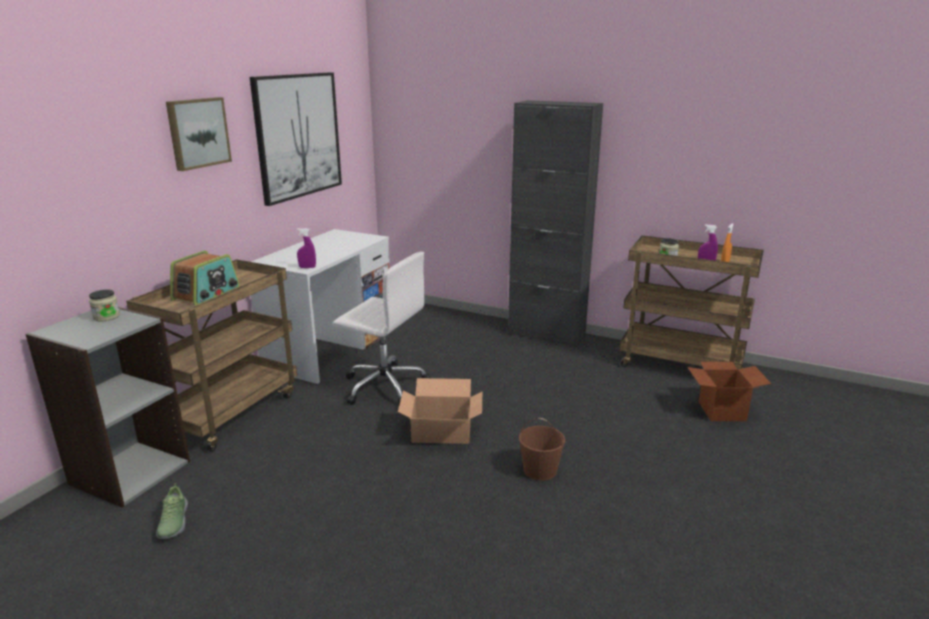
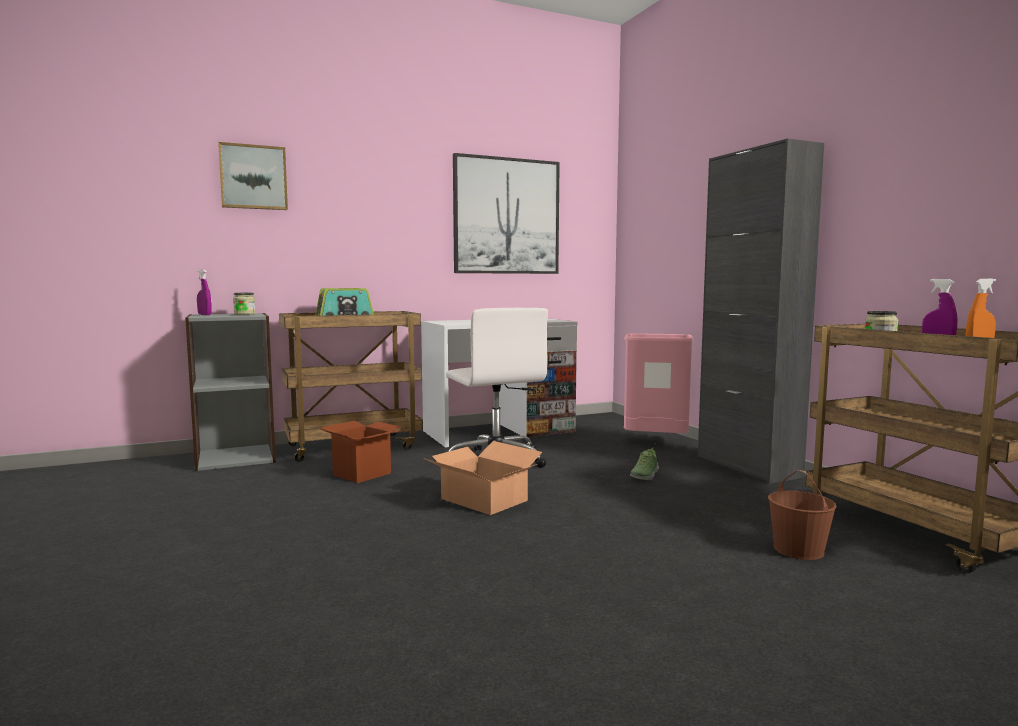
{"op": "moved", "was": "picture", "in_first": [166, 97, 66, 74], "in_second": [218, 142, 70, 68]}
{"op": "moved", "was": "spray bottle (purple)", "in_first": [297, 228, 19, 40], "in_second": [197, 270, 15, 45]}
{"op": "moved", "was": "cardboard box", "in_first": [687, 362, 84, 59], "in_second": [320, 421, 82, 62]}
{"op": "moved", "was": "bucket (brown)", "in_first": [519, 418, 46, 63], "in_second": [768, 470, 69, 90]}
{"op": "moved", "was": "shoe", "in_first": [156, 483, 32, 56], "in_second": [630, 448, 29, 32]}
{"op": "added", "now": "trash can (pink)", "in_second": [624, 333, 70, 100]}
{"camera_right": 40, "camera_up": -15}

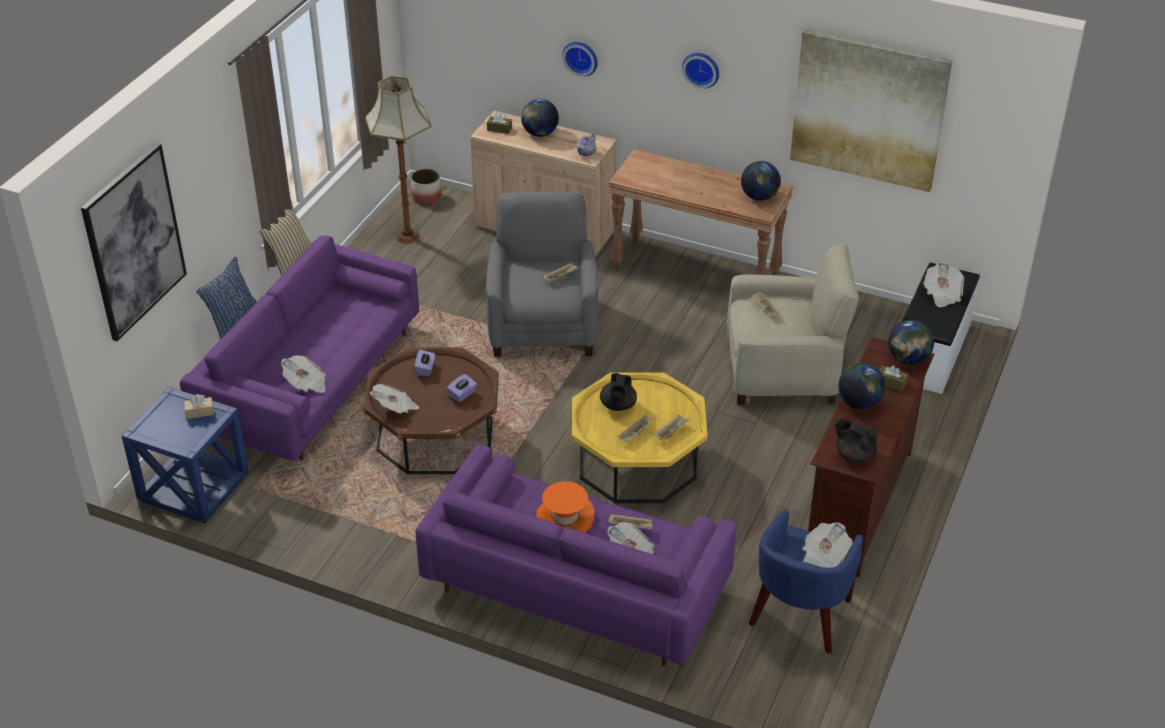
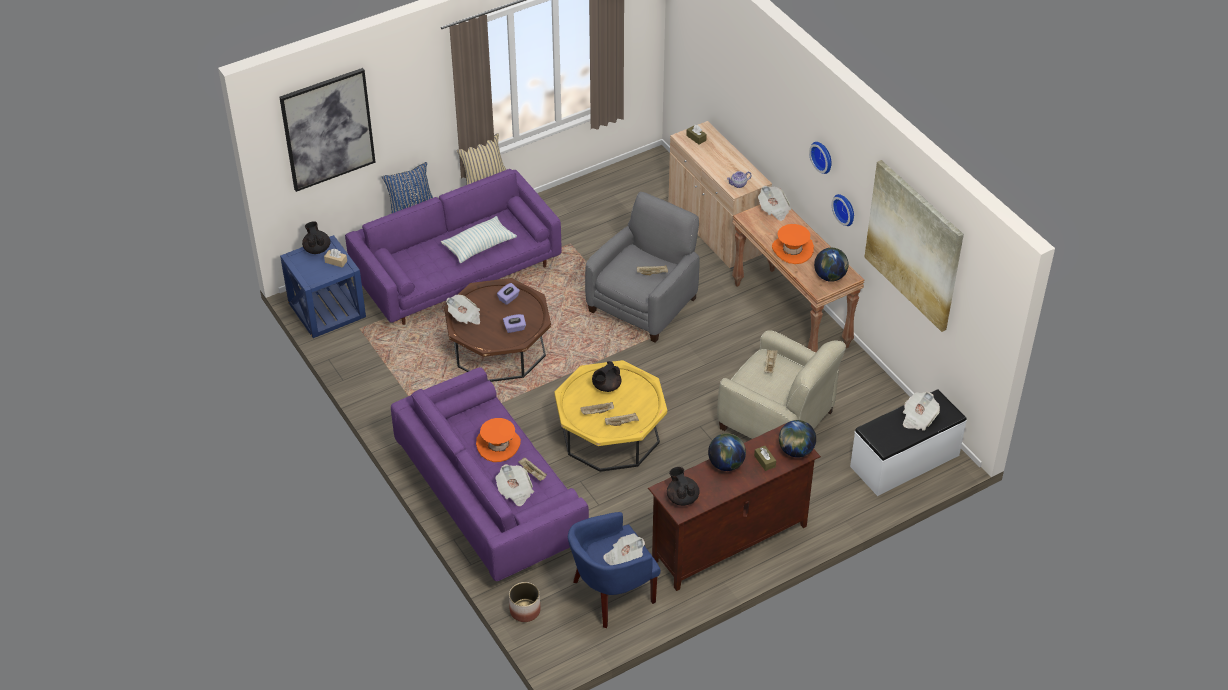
{"op": "moved", "was": "wall clock", "in_first": [562, 42, 36, 35], "in_second": [832, 194, 22, 32]}
{"op": "removed", "was": "floor lamp", "in_first": [365, 76, 67, 167]}
{"op": "removed", "was": "globe", "in_first": [521, 99, 38, 38]}
{"op": "moved", "was": "planter", "in_first": [411, 169, 30, 36], "in_second": [509, 582, 32, 40]}
{"op": "moved", "was": "newspaper", "in_first": [281, 355, 45, 38], "in_second": [758, 186, 33, 35]}
{"op": "added", "now": "pillow", "in_second": [441, 216, 76, 47]}
{"op": "added", "now": "teapot (black)", "in_second": [302, 221, 28, 33]}
{"op": "added", "now": "hat (orange)", "in_second": [772, 224, 42, 40]}
{"camera_right": 35, "camera_up": 5}

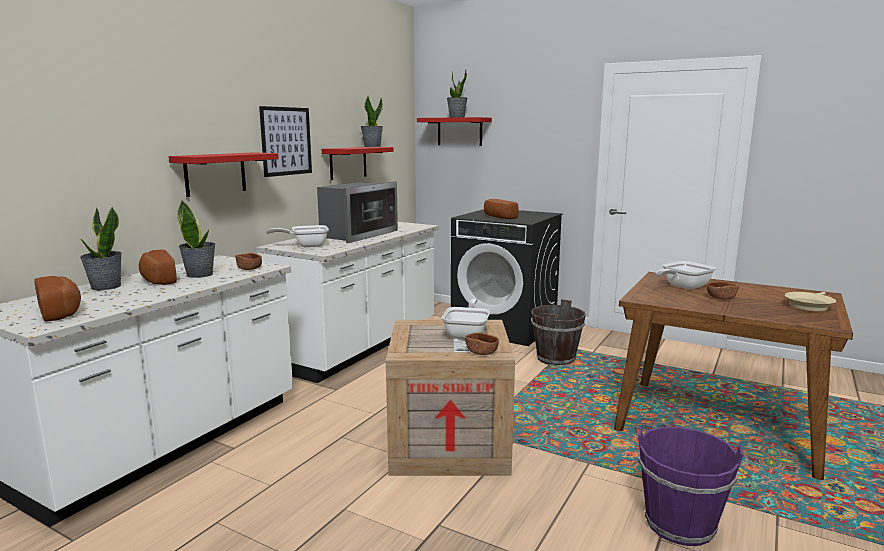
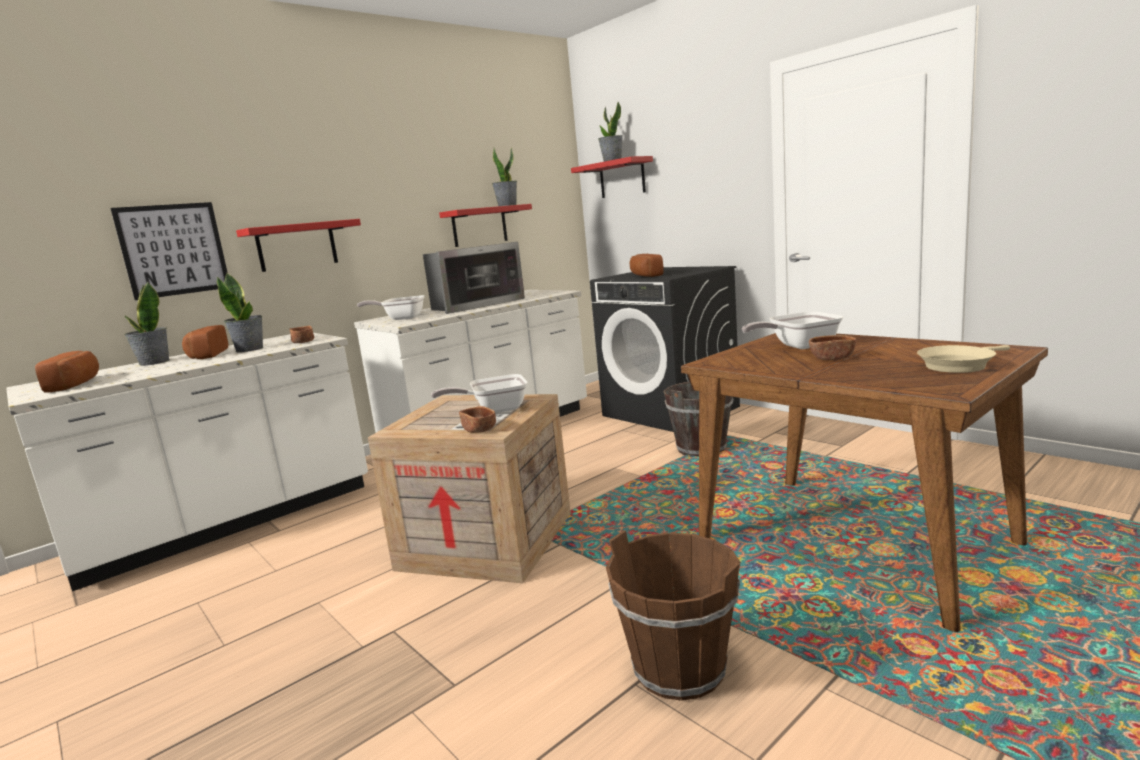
{"op": "moved", "was": "picture", "in_first": [259, 106, 53, 71], "in_second": [110, 202, 118, 98]}
{"op": "turned", "was": "frying pan", "in_first": [442, 299, 48, 40], "in_second": [431, 374, 96, 39], "clockwise": -135}
{"op": "recoloured", "was": "bucket (purple)", "now": "bucket (brown)", "in_first": [638, 427, 106, 119], "in_second": [606, 530, 134, 171]}
{"camera_right": 20, "camera_up": 0}

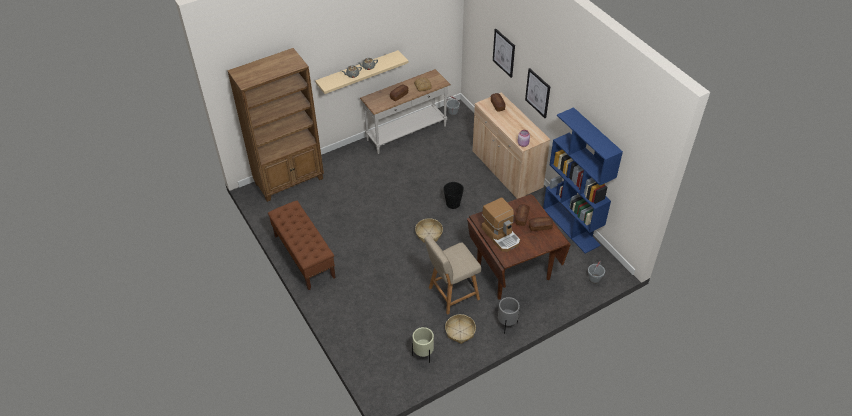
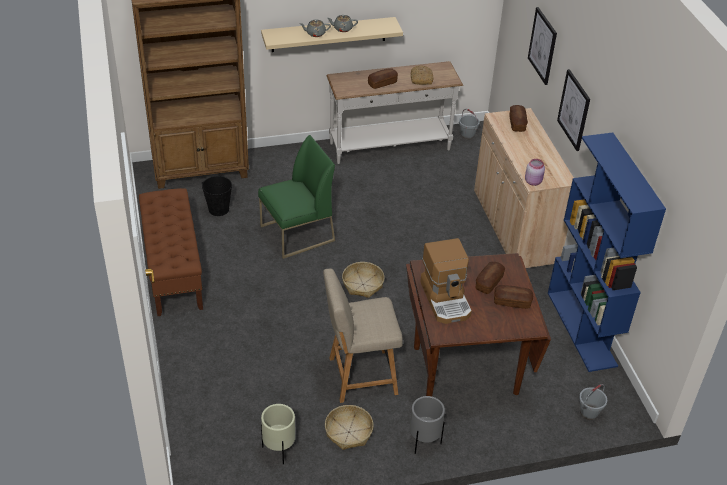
{"op": "moved", "was": "bucket (black)", "in_first": [443, 182, 21, 27], "in_second": [202, 176, 30, 40]}
{"op": "added", "now": "chair (green)", "in_second": [258, 135, 77, 124]}
{"camera_right": 15, "camera_up": -5}

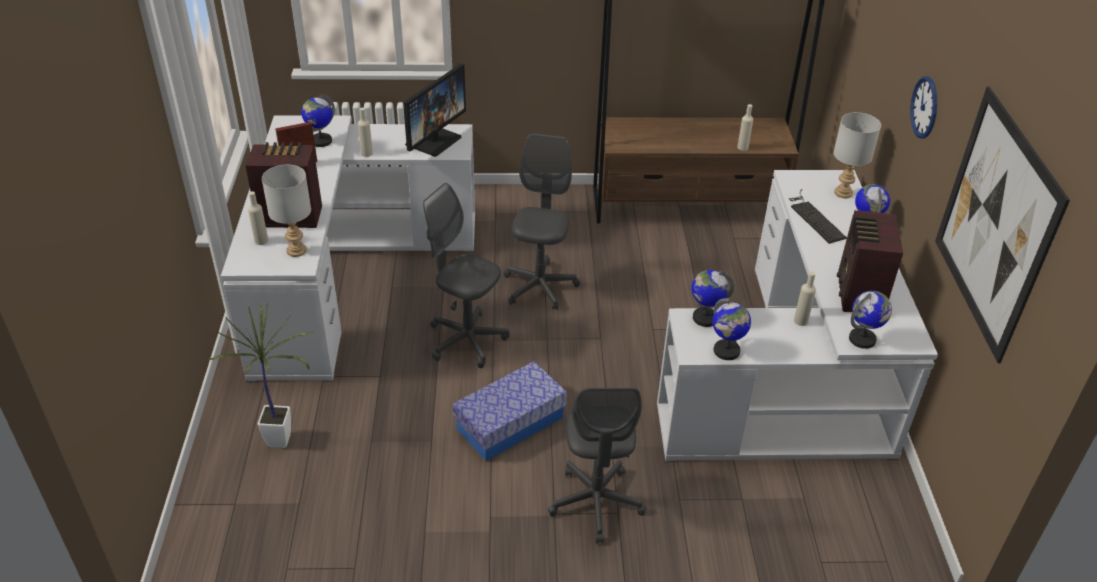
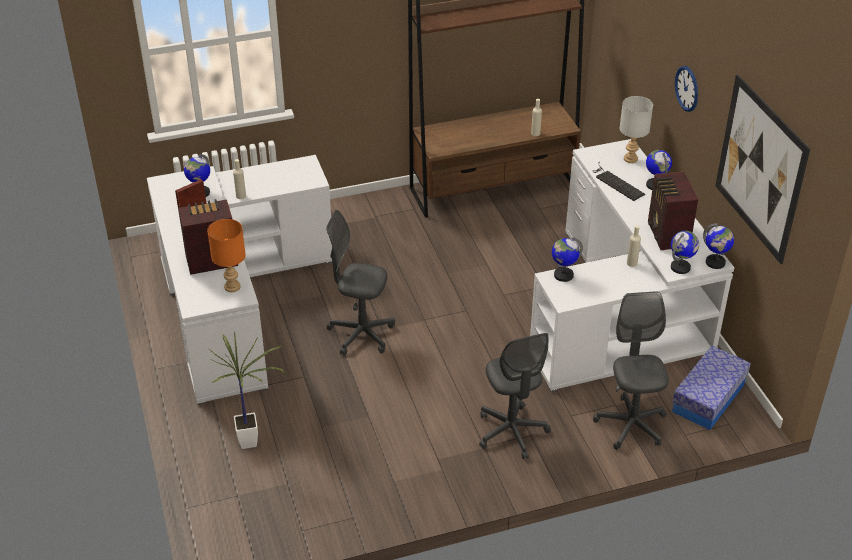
{"op": "removed", "was": "monitor", "in_first": [403, 63, 63, 94]}
{"op": "moved", "was": "office chair (grey)", "in_first": [504, 133, 76, 177], "in_second": [593, 291, 76, 159]}
{"op": "recoloured", "was": "table lamp (grey)", "now": "table lamp (orange)", "in_first": [262, 165, 49, 92], "in_second": [207, 219, 39, 73]}
{"op": "removed", "was": "bottle (beige)", "in_first": [248, 191, 20, 54]}
{"op": "moved", "was": "globe", "in_first": [712, 298, 39, 62], "in_second": [703, 223, 31, 46]}
{"op": "moved", "was": "storage box", "in_first": [453, 361, 114, 100], "in_second": [672, 346, 79, 84]}
{"camera_right": -15, "camera_up": 0}

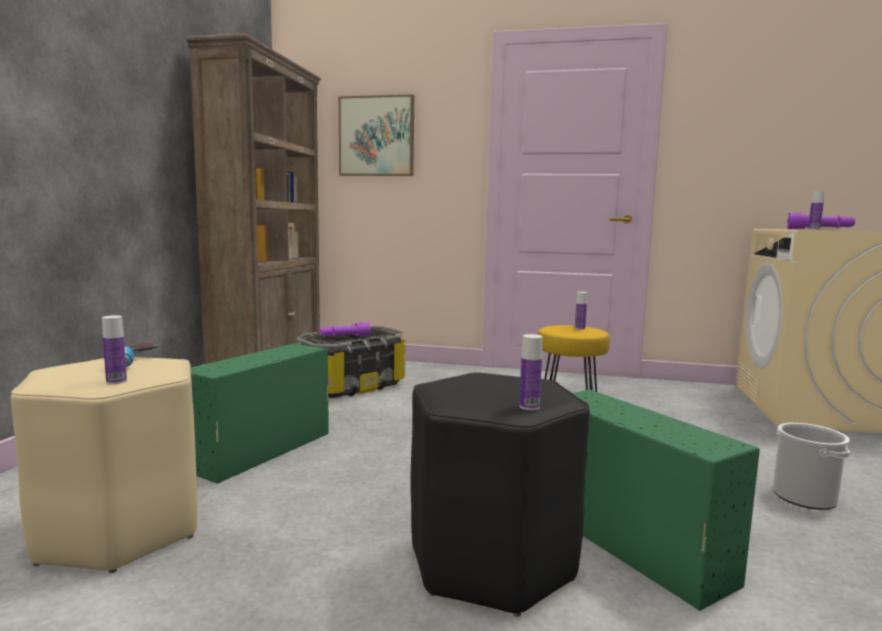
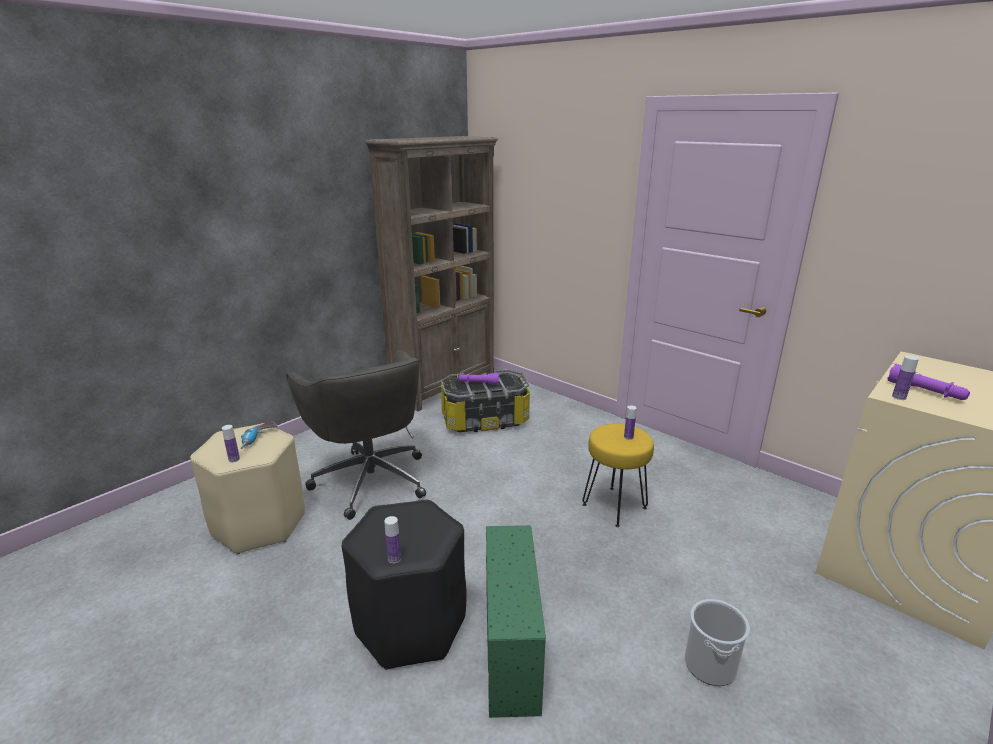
{"op": "removed", "was": "picture", "in_first": [338, 94, 76, 82]}
{"op": "replaced", "was": "storage box (green)", "now": "office chair (grey)", "in_first": [191, 343, 138, 141], "in_second": [286, 350, 140, 170]}
{"camera_right": 30, "camera_up": 15}

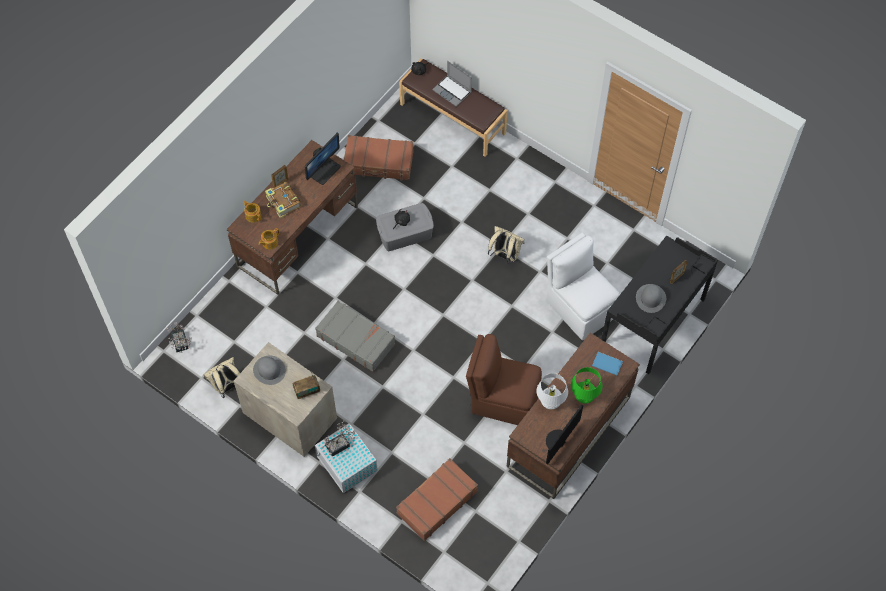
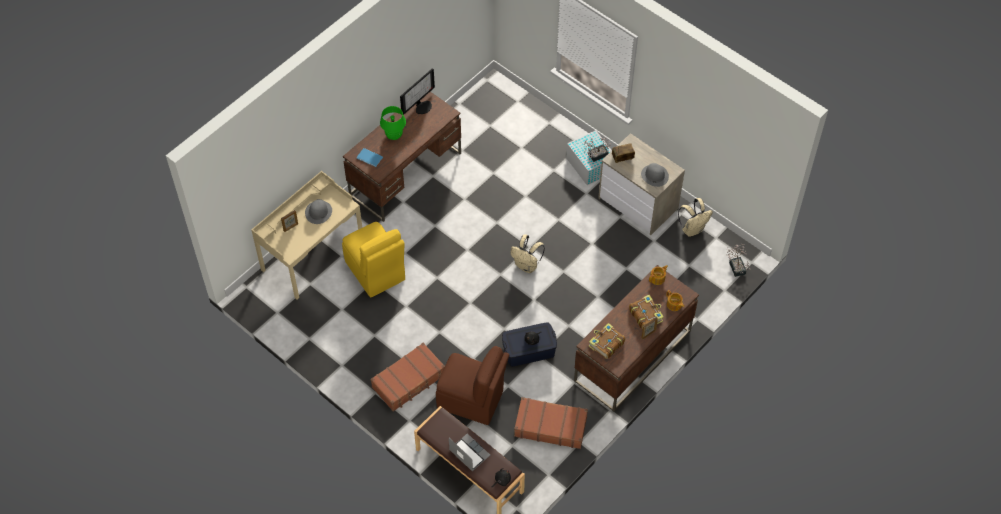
{"op": "replaced", "was": "monitor", "now": "book", "in_first": [305, 133, 36, 52], "in_second": [589, 323, 37, 36]}
{"op": "recoloured", "was": "storage box (grey)", "now": "storage box (blue)", "in_first": [376, 203, 58, 48], "in_second": [502, 322, 55, 45]}
{"op": "moved", "was": "backpack (beige)", "in_first": [488, 226, 36, 38], "in_second": [510, 234, 35, 39]}
{"op": "recoloured", "was": "chair (white)", "now": "chair (yellow)", "in_first": [546, 233, 74, 107], "in_second": [342, 222, 63, 75]}
{"op": "recoloured", "was": "desk (black)", "now": "desk (beige)", "in_first": [601, 235, 117, 139], "in_second": [252, 171, 110, 128]}
{"op": "removed", "was": "suitcase (grey)", "in_first": [315, 301, 80, 71]}
{"op": "moved", "was": "chair (brown)", "in_first": [466, 334, 76, 91], "in_second": [436, 346, 73, 79]}
{"op": "removed", "was": "table lamp (white)", "in_first": [537, 373, 31, 36]}
{"op": "moved", "was": "suitcase (brown)", "in_first": [396, 458, 82, 83], "in_second": [371, 343, 74, 69]}
{"camera_right": -175, "camera_up": -5}

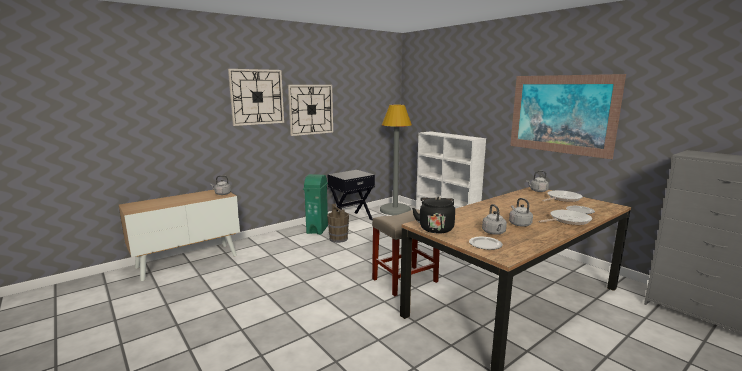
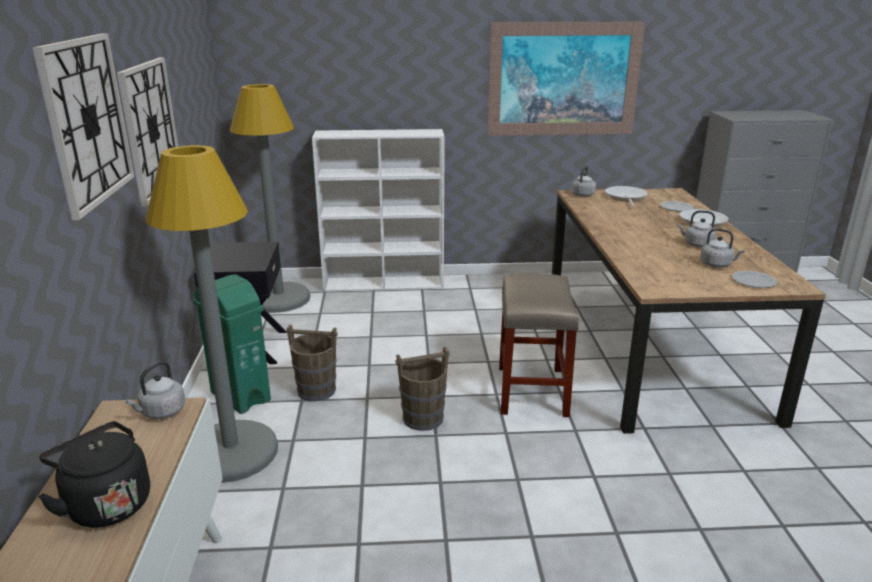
{"op": "moved", "was": "kettle (black)", "in_first": [412, 197, 43, 37], "in_second": [38, 421, 112, 107]}
{"op": "added", "now": "floor lamp (grey)", "in_second": [146, 145, 132, 338]}
{"op": "added", "now": "bucket (brown)", "in_second": [395, 347, 55, 84]}
{"camera_right": -55, "camera_up": 10}

